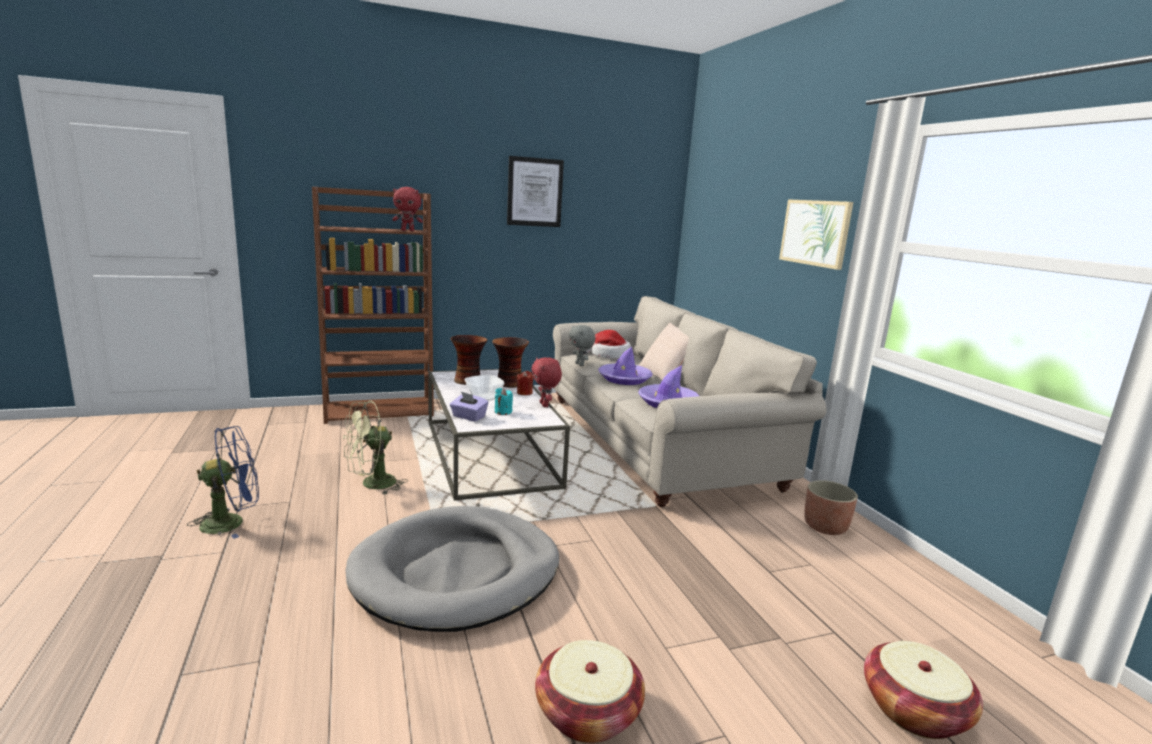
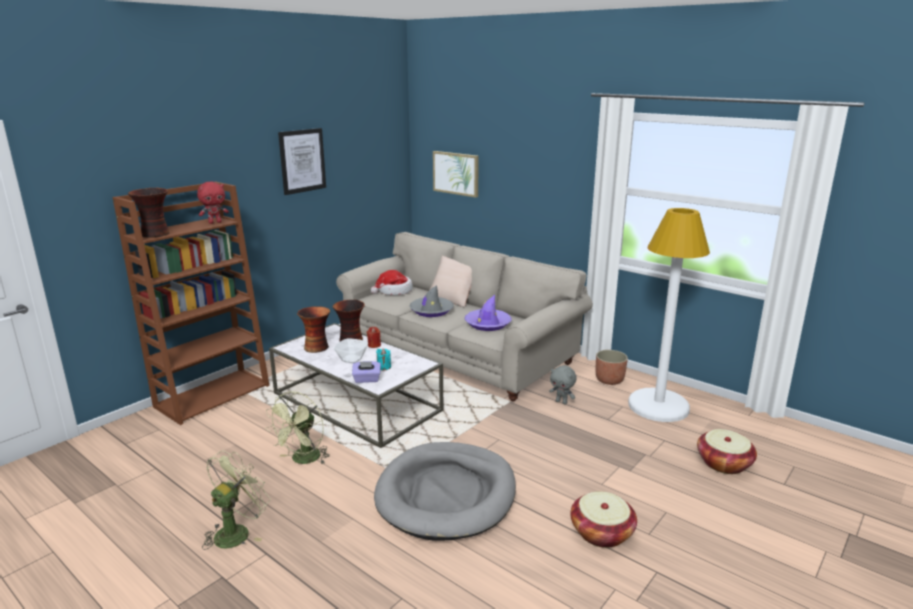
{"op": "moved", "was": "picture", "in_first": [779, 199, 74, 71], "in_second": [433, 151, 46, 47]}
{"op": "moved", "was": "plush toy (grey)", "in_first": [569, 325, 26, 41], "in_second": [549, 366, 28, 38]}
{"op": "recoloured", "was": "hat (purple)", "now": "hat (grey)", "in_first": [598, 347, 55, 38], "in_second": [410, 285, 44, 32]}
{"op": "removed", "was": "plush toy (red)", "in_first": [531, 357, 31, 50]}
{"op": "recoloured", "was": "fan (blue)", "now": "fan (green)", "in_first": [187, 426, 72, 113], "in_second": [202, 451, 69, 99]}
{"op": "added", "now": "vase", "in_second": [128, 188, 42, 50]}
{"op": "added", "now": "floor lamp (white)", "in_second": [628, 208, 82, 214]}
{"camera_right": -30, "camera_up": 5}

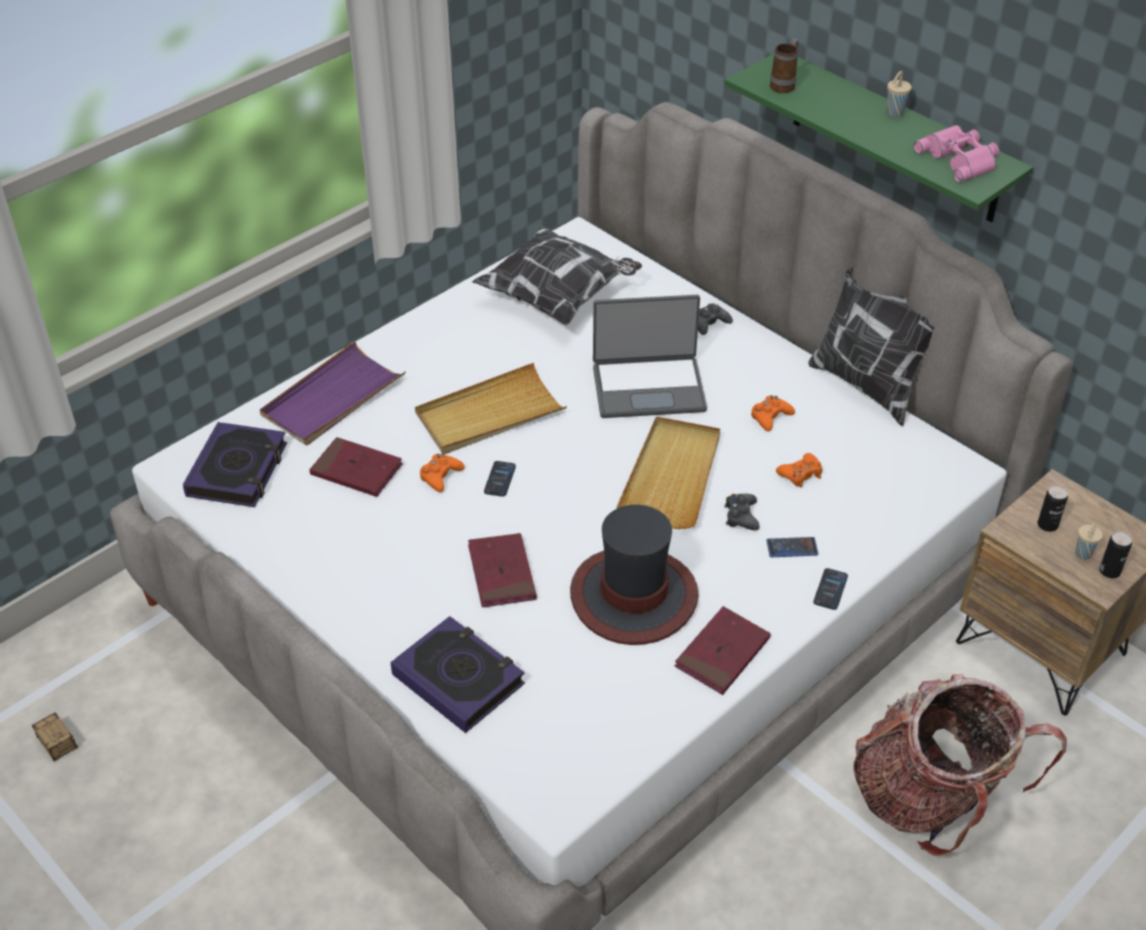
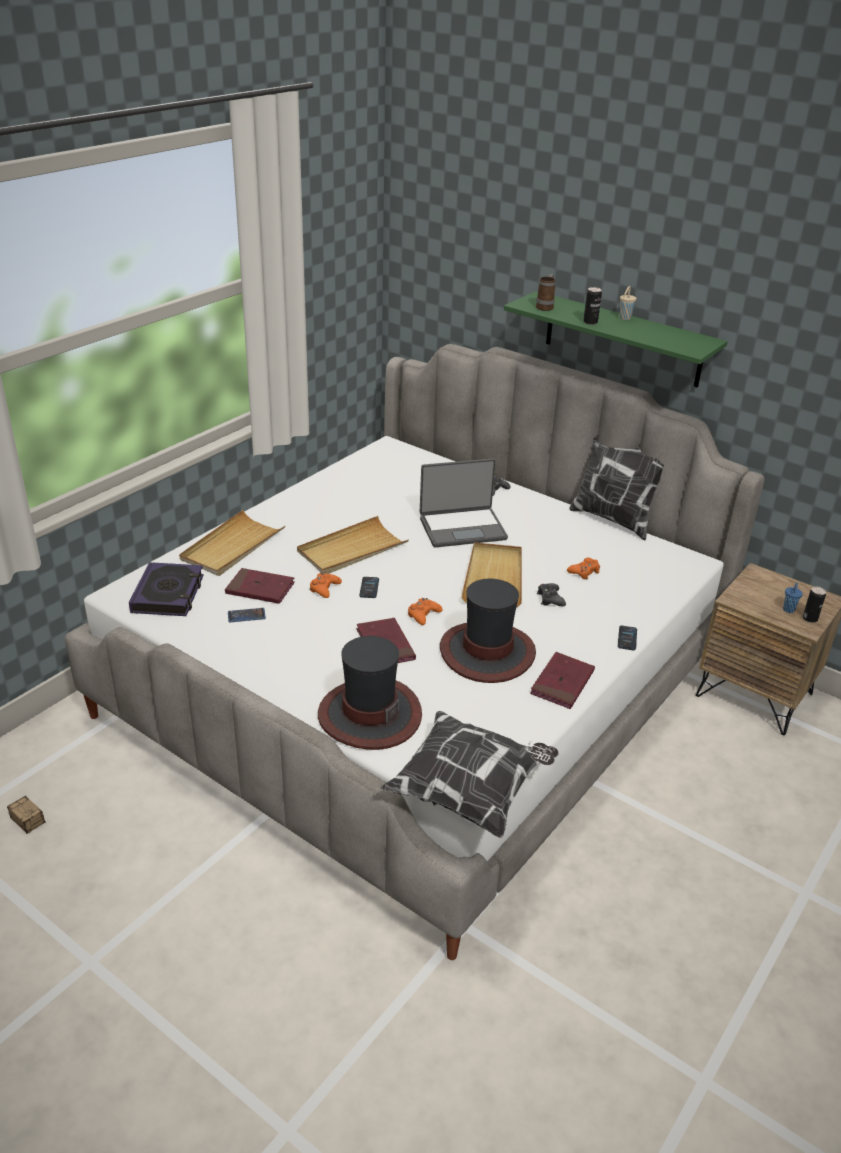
{"op": "removed", "was": "binoculars (pink)", "in_first": [914, 125, 85, 57]}
{"op": "moved", "was": "pillow", "in_first": [472, 226, 170, 100], "in_second": [380, 711, 179, 127]}
{"op": "recoloured", "was": "tray (purple)", "now": "tray (beige)", "in_first": [260, 341, 145, 105], "in_second": [179, 510, 106, 66]}
{"op": "moved", "was": "game controller (orange)", "in_first": [751, 395, 44, 37], "in_second": [408, 598, 34, 27]}
{"op": "moved", "was": "can", "in_first": [1037, 485, 31, 47], "in_second": [583, 287, 19, 38]}
{"op": "recoloured", "was": "cup (beige)", "now": "cup (blue)", "in_first": [1075, 522, 28, 38], "in_second": [783, 583, 20, 30]}
{"op": "moved", "was": "phone", "in_first": [766, 537, 52, 20], "in_second": [228, 608, 38, 14]}
{"op": "replaced", "was": "book", "now": "hat", "in_first": [390, 616, 135, 117], "in_second": [318, 636, 104, 114]}
{"op": "removed", "was": "backpack", "in_first": [853, 674, 214, 182]}
{"camera_right": -10, "camera_up": -10}

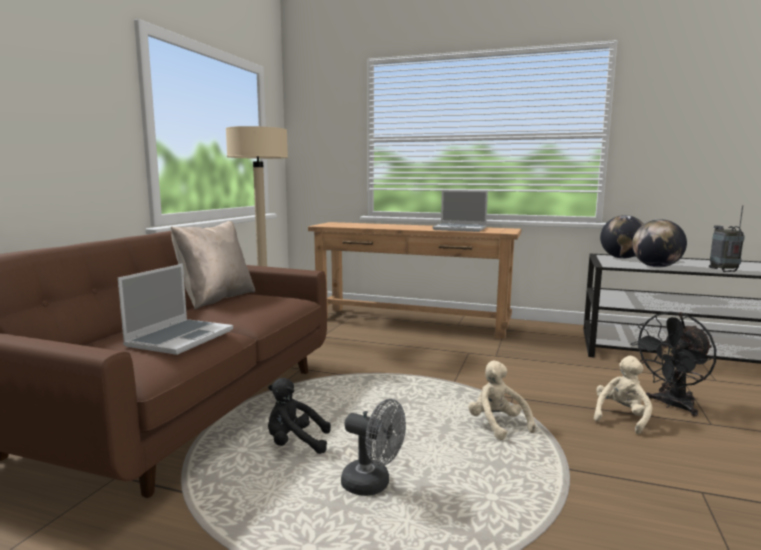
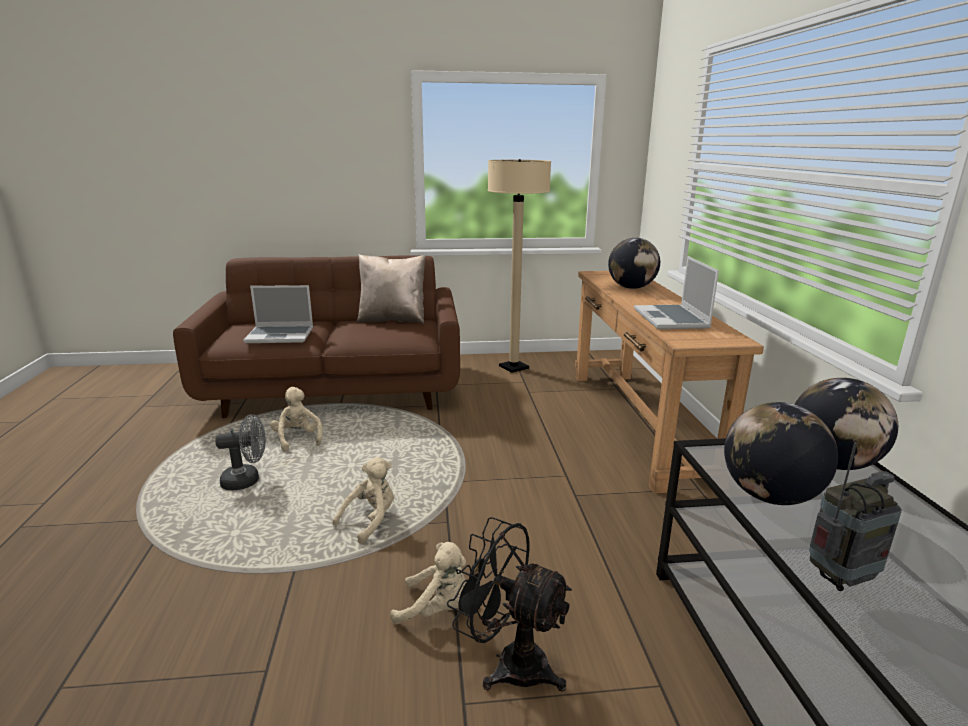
{"op": "recoloured", "was": "plush toy (black)", "now": "plush toy (beige)", "in_first": [268, 378, 63, 76], "in_second": [270, 387, 53, 64]}
{"op": "turned", "was": "fan (grey)", "in_first": [341, 399, 65, 97], "in_second": [215, 414, 51, 76], "clockwise": -105}
{"op": "added", "now": "globe", "in_second": [608, 238, 52, 51]}
{"camera_right": 65, "camera_up": 10}

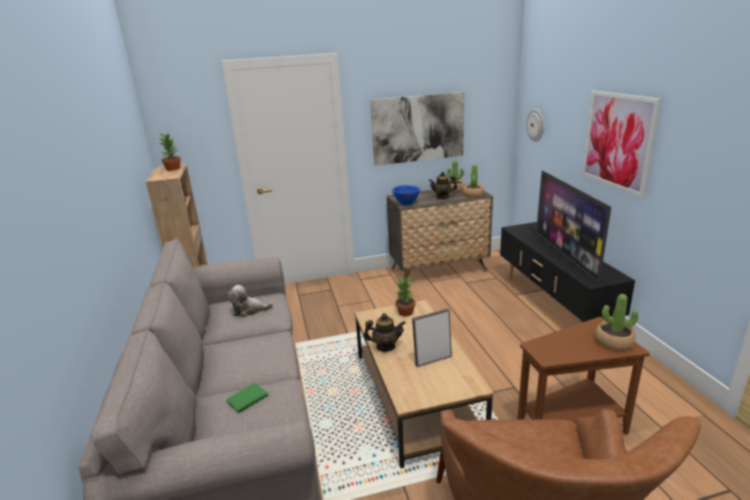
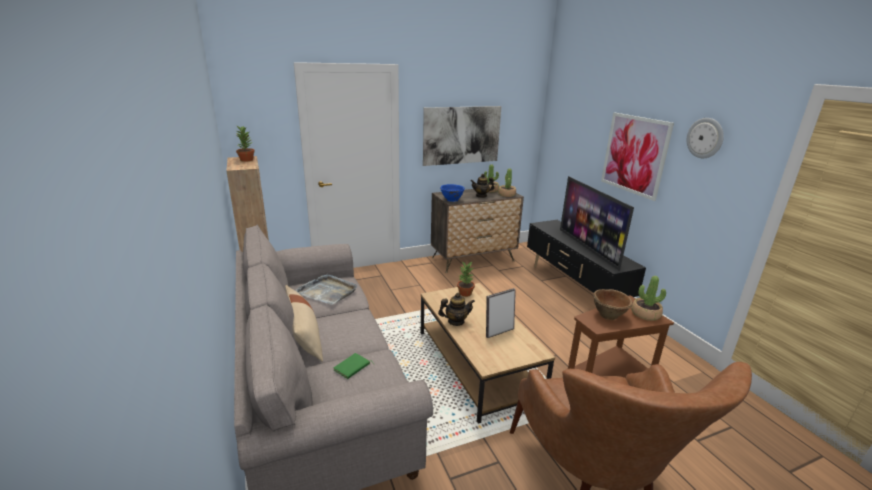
{"op": "moved", "was": "wall clock", "in_first": [526, 109, 18, 33], "in_second": [687, 118, 37, 40]}
{"op": "replaced", "was": "plush toy", "now": "tray (grey)", "in_first": [228, 285, 45, 32], "in_second": [295, 274, 62, 31]}
{"op": "added", "now": "pillow (beige)", "in_second": [285, 285, 38, 77]}
{"op": "added", "now": "bowl (brown)", "in_second": [593, 289, 40, 31]}
{"camera_right": -10, "camera_up": 0}

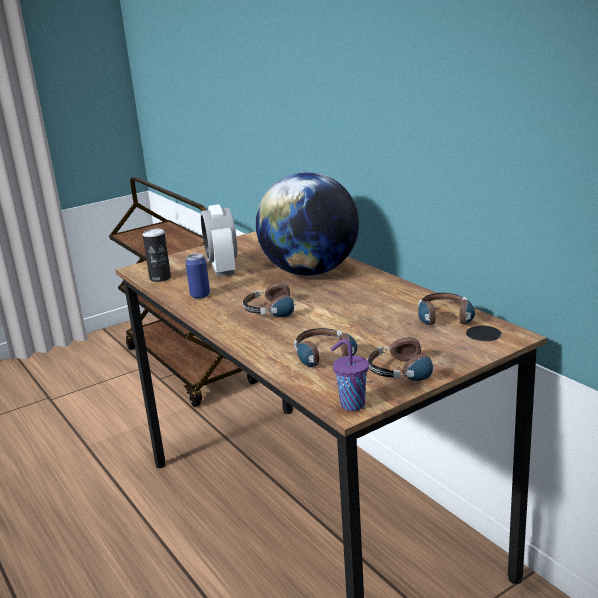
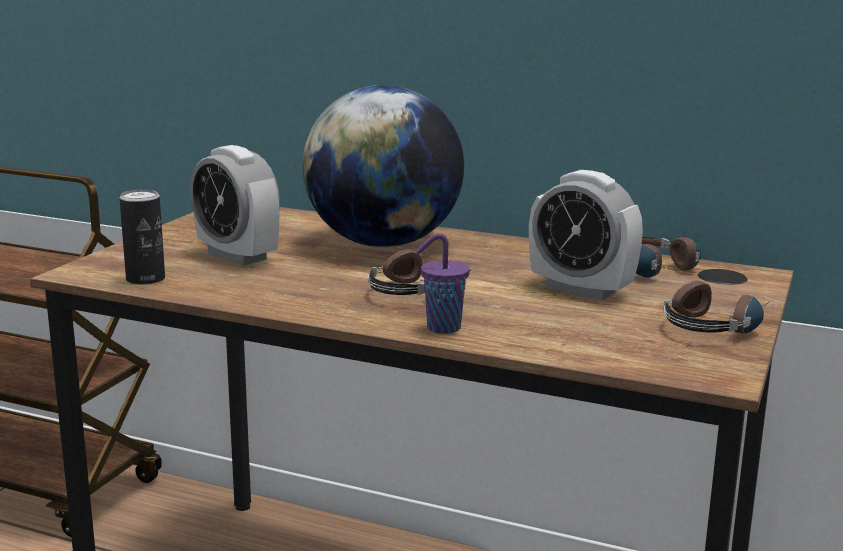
{"op": "removed", "was": "can", "in_first": [186, 253, 24, 46]}
{"op": "removed", "was": "headphones", "in_first": [294, 328, 63, 41]}
{"op": "moved", "was": "cup (purple)", "in_first": [331, 339, 38, 72], "in_second": [416, 233, 54, 101]}
{"op": "added", "now": "alarm clock", "in_second": [529, 170, 114, 131]}
{"camera_right": -35, "camera_up": -5}

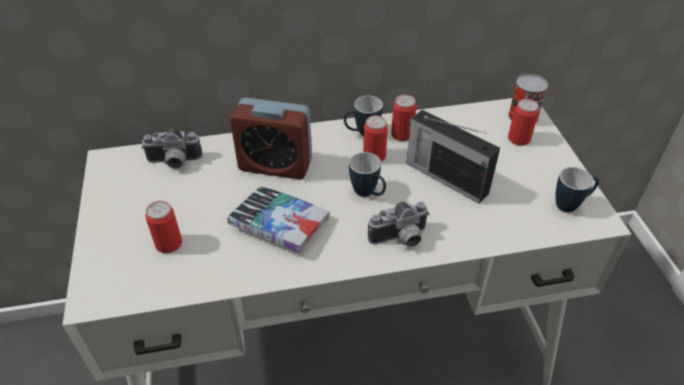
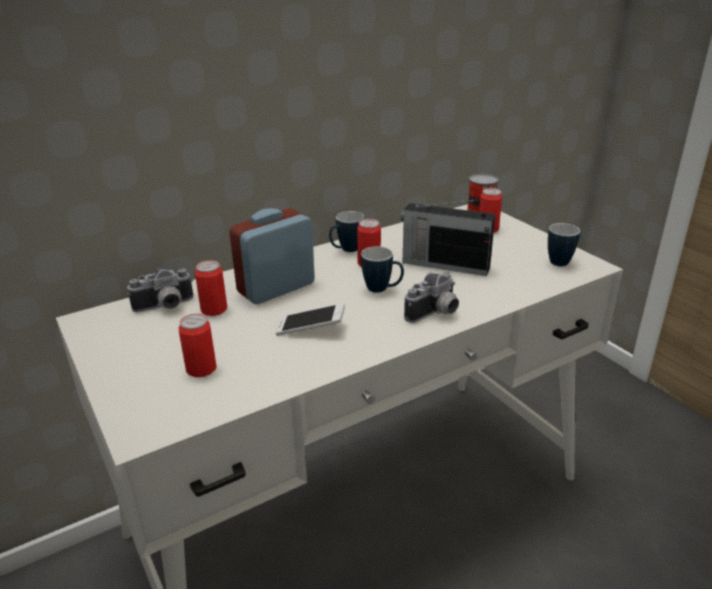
{"op": "moved", "was": "can", "in_first": [391, 95, 26, 46], "in_second": [195, 260, 32, 56]}
{"op": "turned", "was": "alarm clock", "in_first": [230, 98, 82, 81], "in_second": [229, 208, 86, 96], "clockwise": 150}
{"op": "replaced", "was": "book", "now": "phone", "in_first": [227, 186, 102, 67], "in_second": [276, 303, 69, 33]}
{"camera_right": -20, "camera_up": -15}

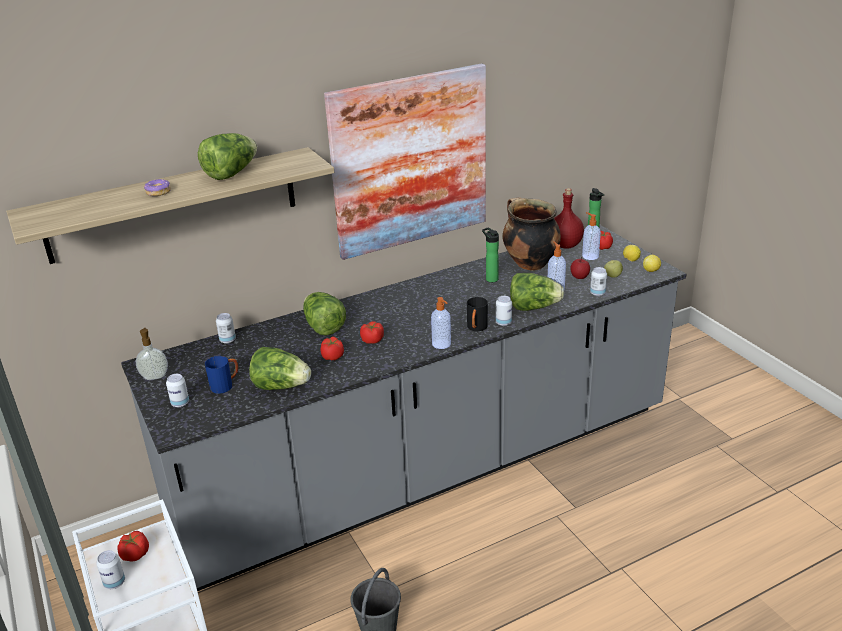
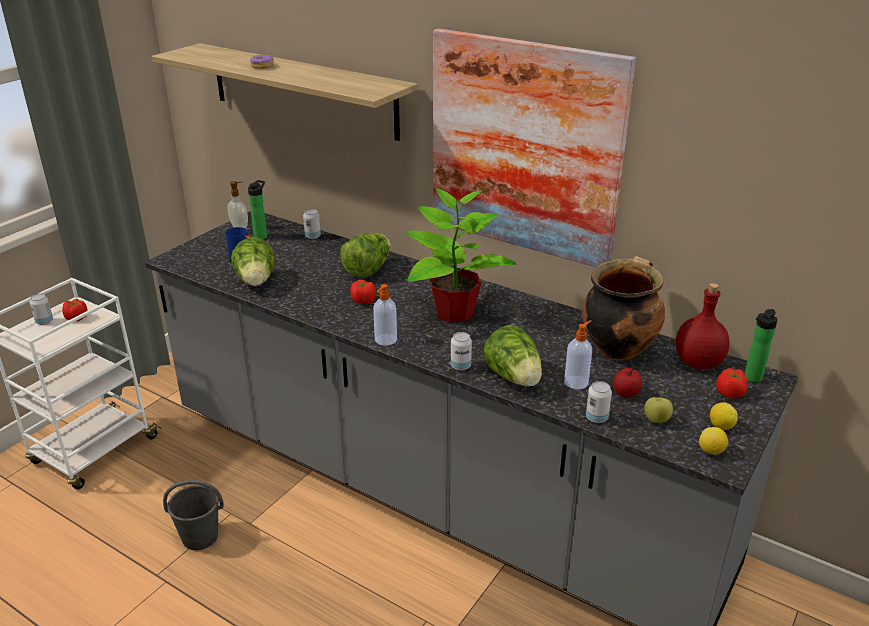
{"op": "removed", "was": "lettuce", "in_first": [198, 133, 59, 47]}
{"op": "removed", "was": "soap dispenser", "in_first": [582, 212, 19, 48]}
{"op": "moved", "was": "bottle", "in_first": [482, 228, 17, 54], "in_second": [248, 180, 19, 59]}
{"op": "removed", "was": "mug (black)", "in_first": [467, 297, 21, 34]}
{"op": "removed", "was": "tomato", "in_first": [321, 337, 23, 23]}
{"op": "removed", "was": "can", "in_first": [166, 374, 23, 33]}
{"op": "added", "now": "potted plant", "in_second": [405, 187, 111, 136]}
{"camera_right": 60, "camera_up": 0}

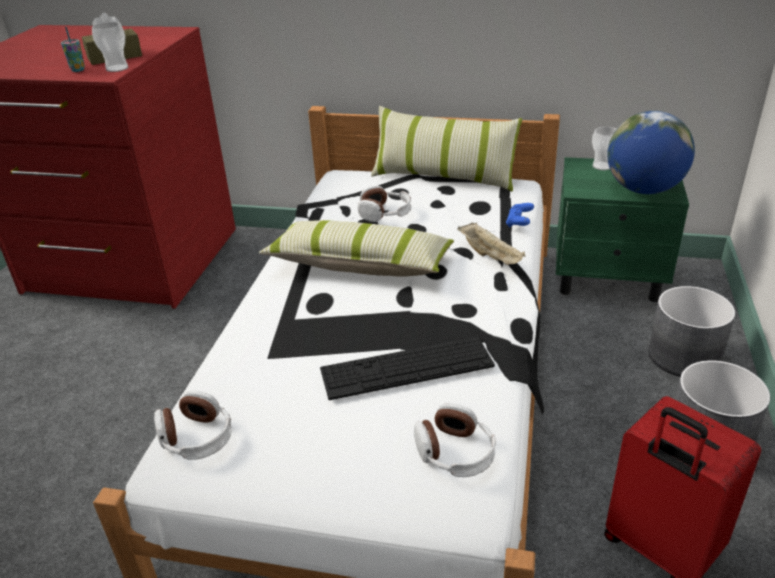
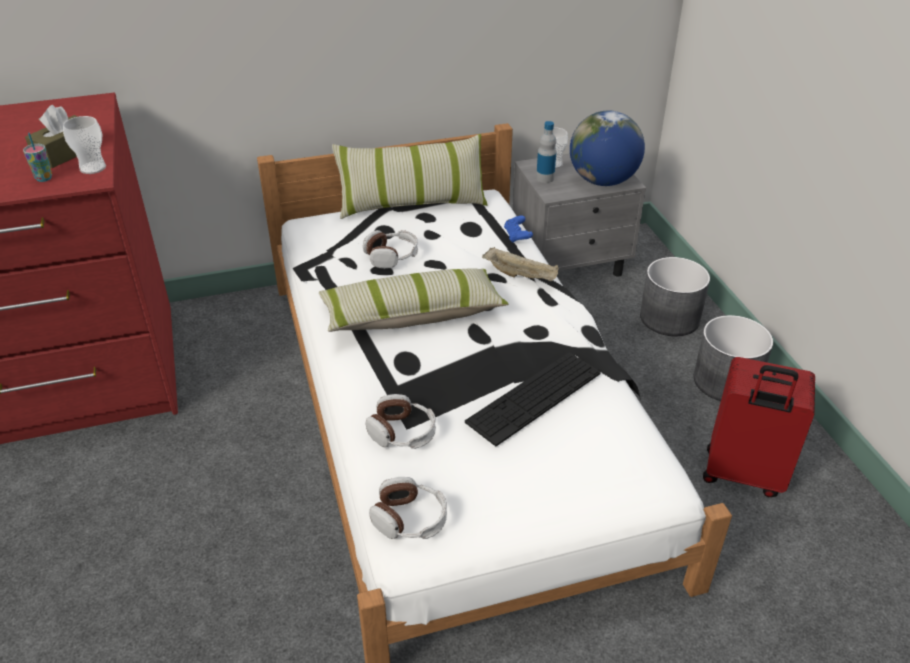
{"op": "recoloured", "was": "nightstand (green)", "now": "nightstand (grey)", "in_first": [556, 157, 133, 145], "in_second": [513, 154, 133, 123]}
{"op": "moved", "was": "headphones", "in_first": [414, 403, 82, 74], "in_second": [365, 394, 71, 55]}
{"op": "added", "now": "bottle", "in_second": [536, 121, 20, 62]}
{"camera_right": -30, "camera_up": 5}

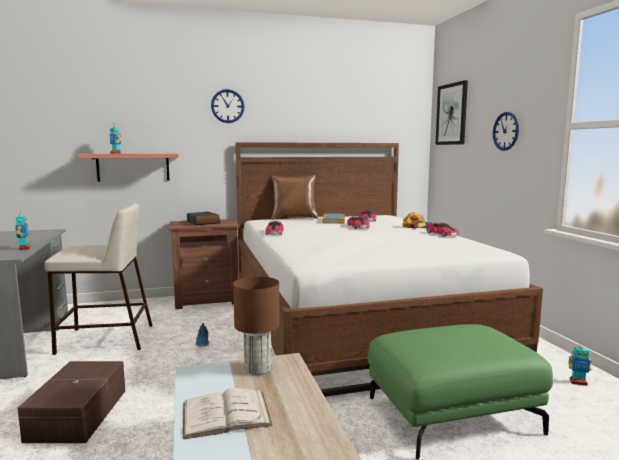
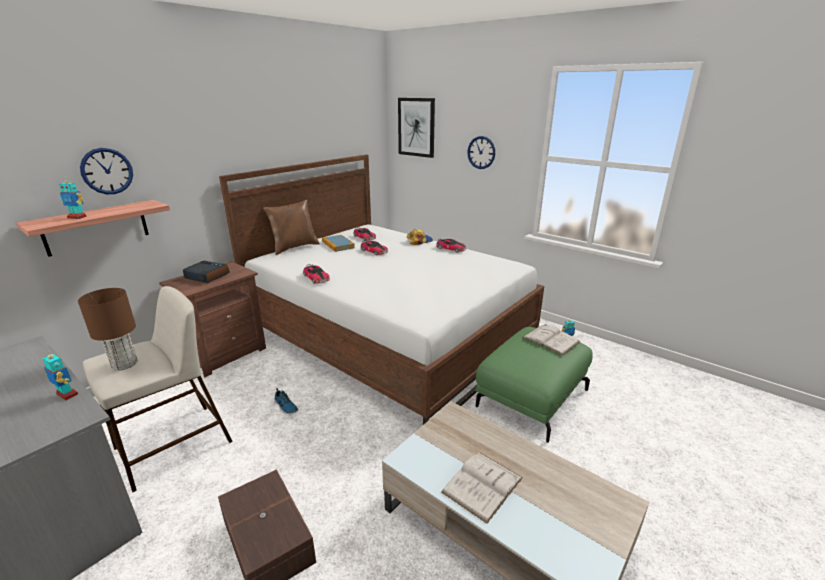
{"op": "moved", "was": "wall clock", "in_first": [211, 89, 33, 34], "in_second": [80, 148, 53, 46]}
{"op": "moved", "was": "table lamp (brown)", "in_first": [233, 277, 47, 98], "in_second": [78, 288, 60, 83]}
{"op": "added", "now": "book (white)", "in_second": [522, 324, 58, 32]}
{"camera_right": -35, "camera_up": 15}

